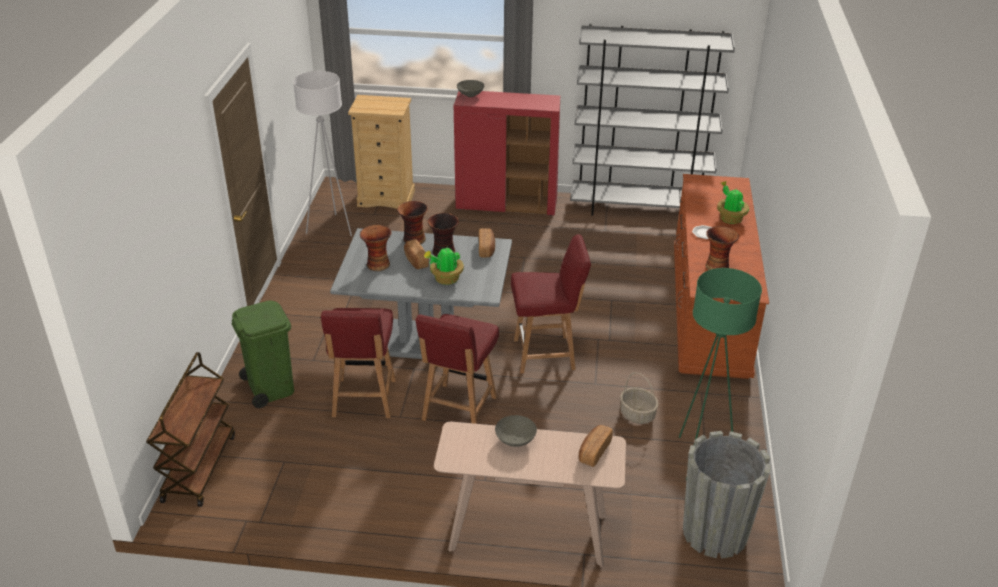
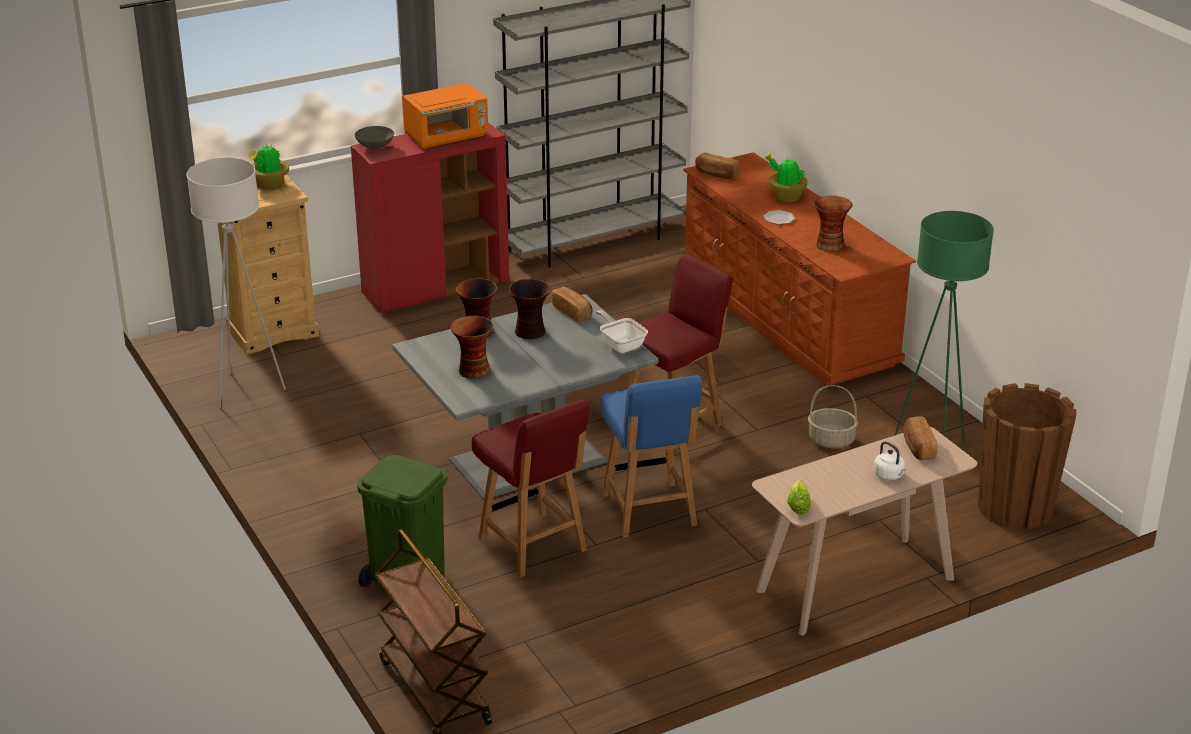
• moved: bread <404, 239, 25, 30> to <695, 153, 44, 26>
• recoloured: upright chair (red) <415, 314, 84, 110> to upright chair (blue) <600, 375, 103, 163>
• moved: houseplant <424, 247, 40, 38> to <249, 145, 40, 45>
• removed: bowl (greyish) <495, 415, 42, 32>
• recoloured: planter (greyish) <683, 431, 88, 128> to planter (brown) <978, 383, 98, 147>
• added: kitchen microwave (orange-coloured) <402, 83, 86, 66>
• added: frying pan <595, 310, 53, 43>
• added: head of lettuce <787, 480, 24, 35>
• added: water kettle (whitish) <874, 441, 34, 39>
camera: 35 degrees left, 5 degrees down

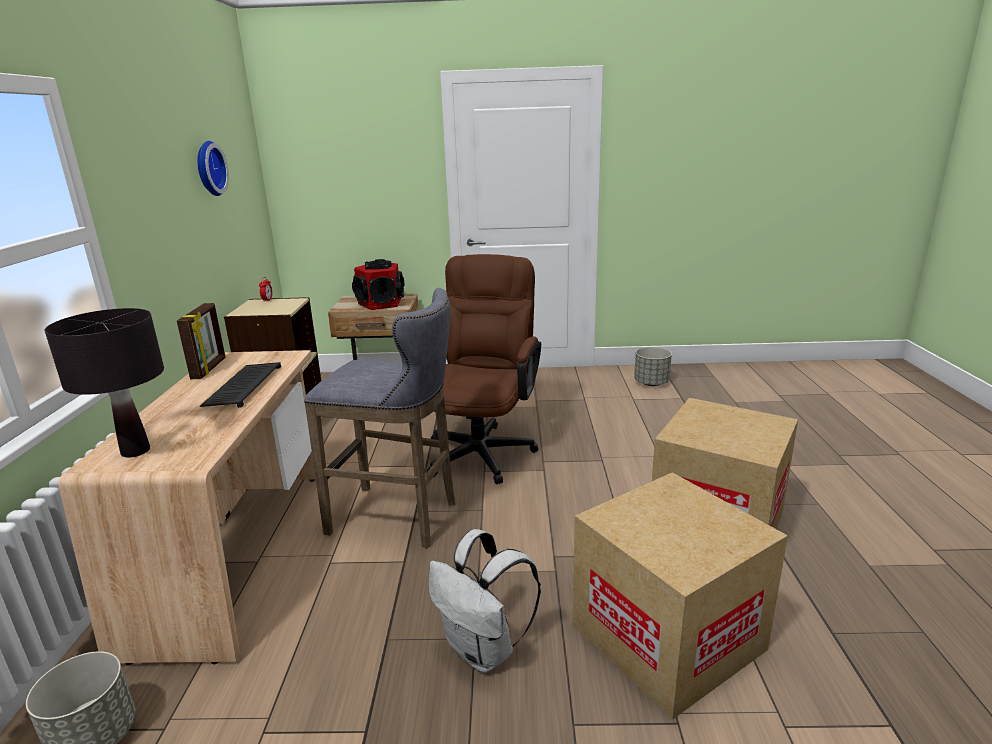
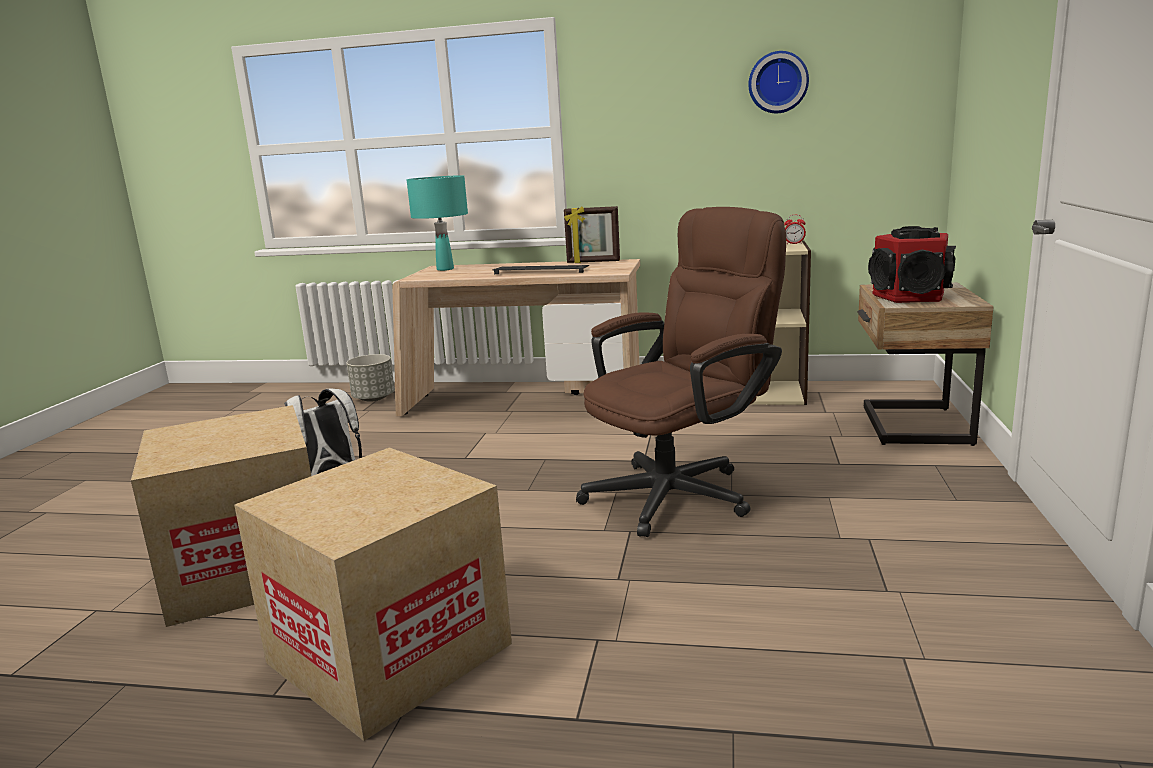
• recoloured: lamp for a table (black) <44, 308, 120, 150> to lamp for a table (blue-green) <407, 175, 61, 96>
• removed: stool seat (greyish) <305, 288, 150, 261>
• turned: desk chair (brown) <427, 254, 114, 230> = <576, 207, 210, 330> 60 degrees counterclockwise
• removed: planter (greyish) <634, 347, 38, 39>
camera: 100 degrees right, 5 degrees down

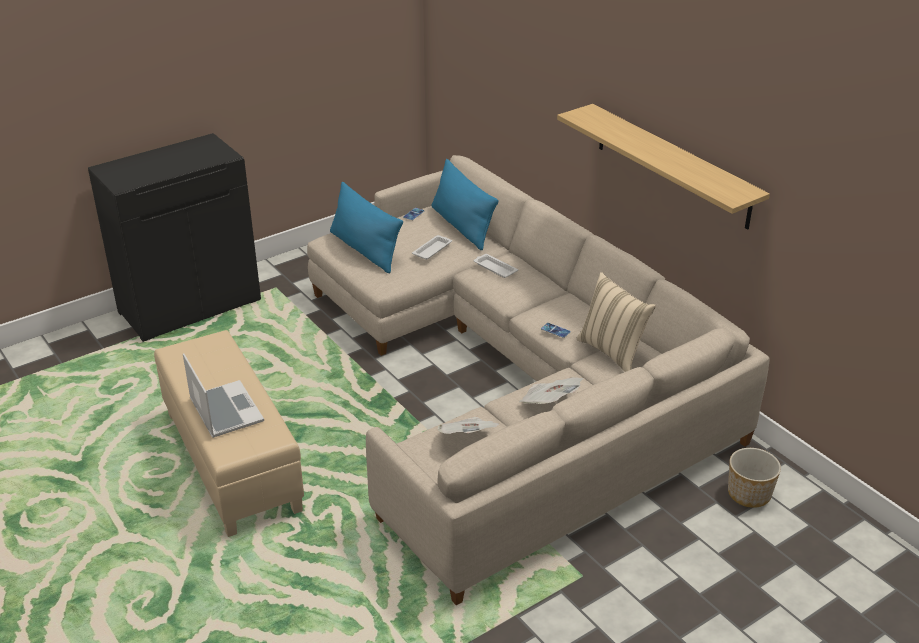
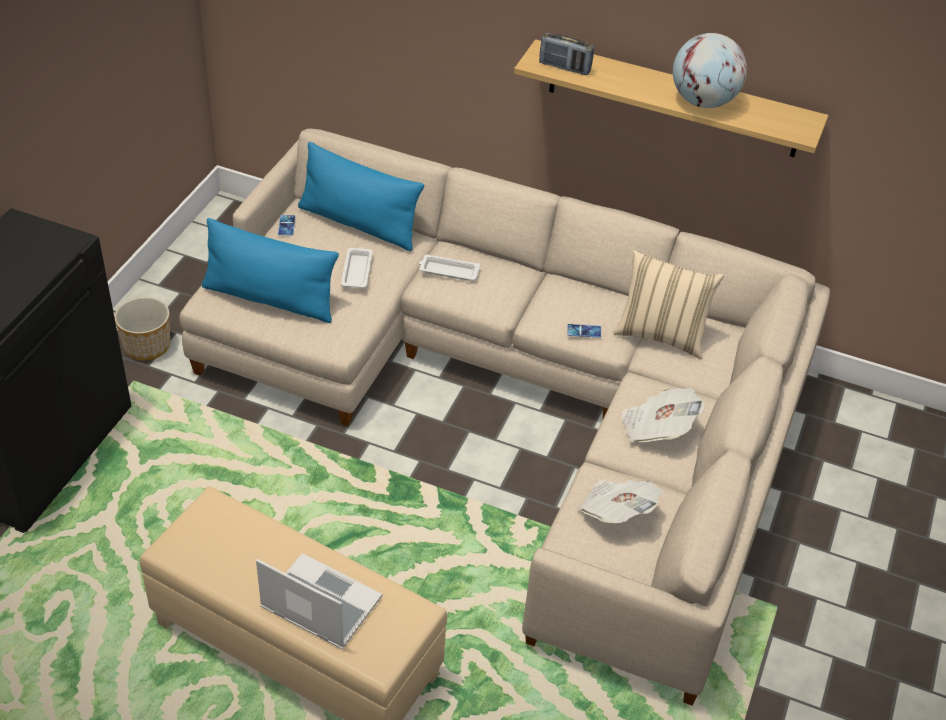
• moved: planter <728, 448, 53, 60> to <114, 297, 56, 64>
• added: radio receiver <539, 33, 55, 42>
• added: world globe <673, 33, 74, 75>
camera: 35 degrees left, 10 degrees up

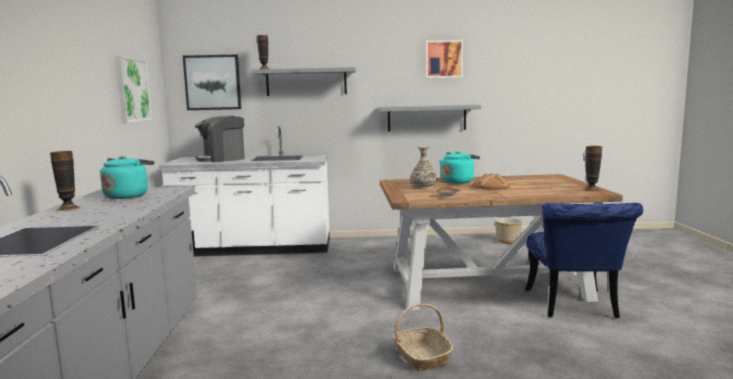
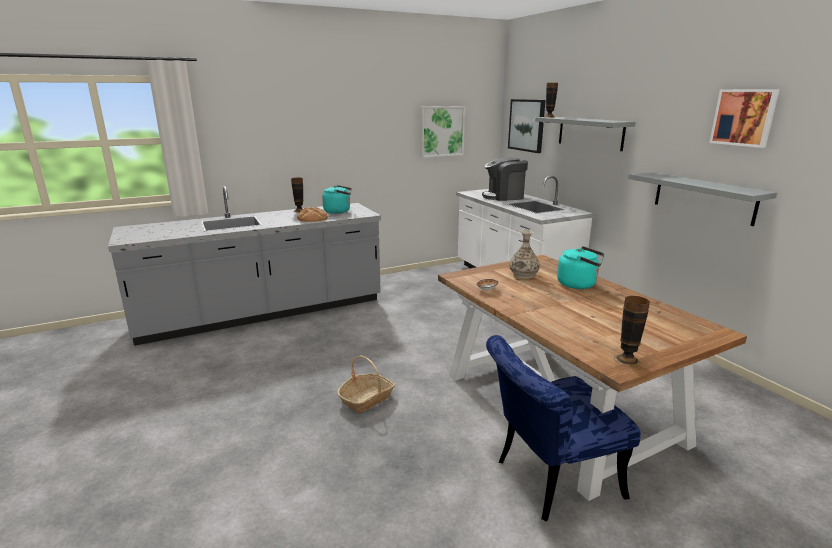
• turned: coffee brewer <195, 116, 50, 46> = <482, 158, 46, 43> 45 degrees counterclockwise
• moved: bread <473, 173, 37, 17> to <297, 207, 31, 15>
• removed: planter <495, 217, 27, 27>
camera: 65 degrees right, 10 degrees up

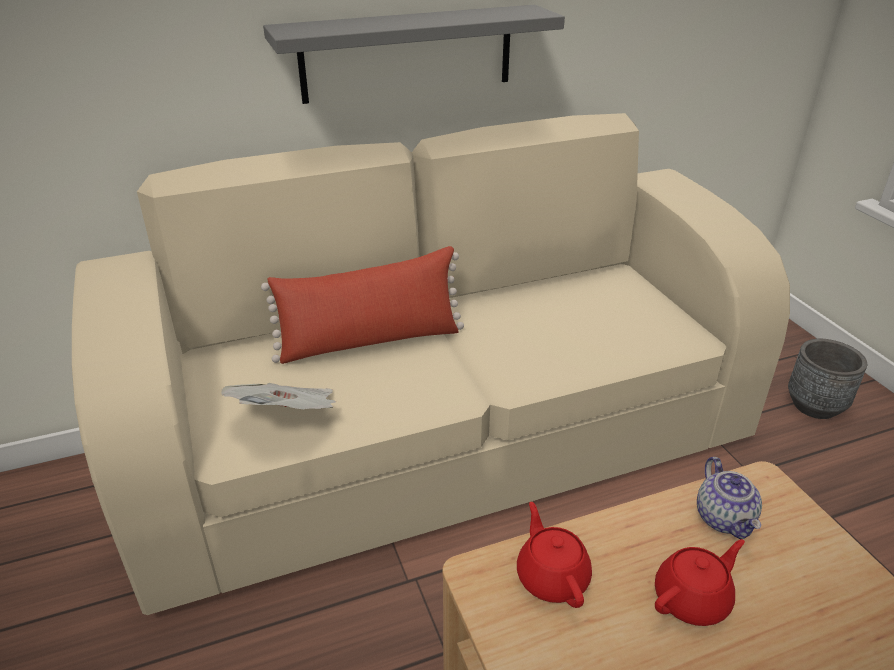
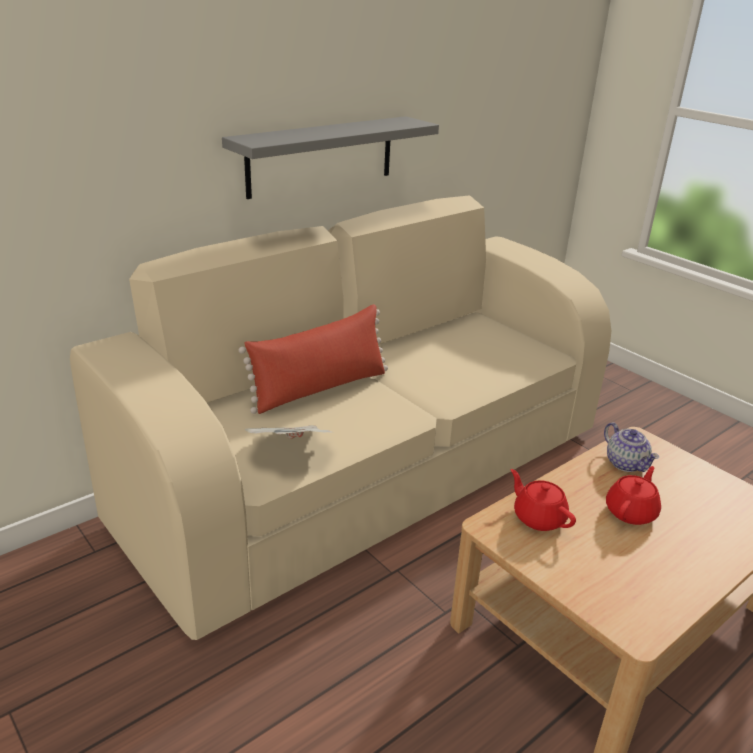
• removed: planter (greyish) <788, 339, 79, 80>
camera: 20 degrees left, 5 degrees down

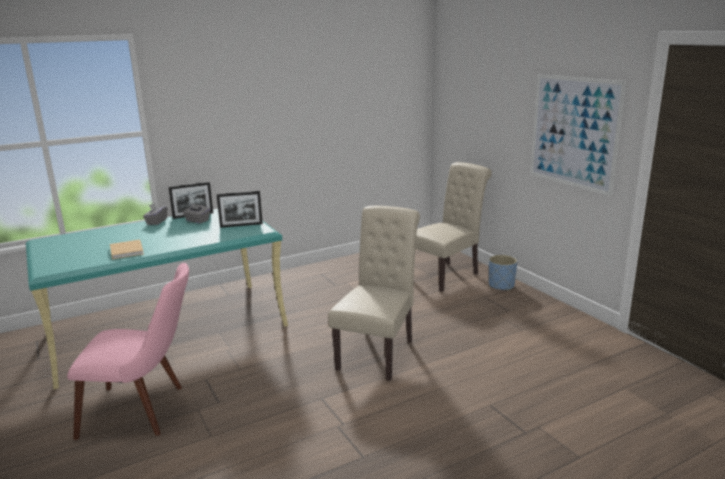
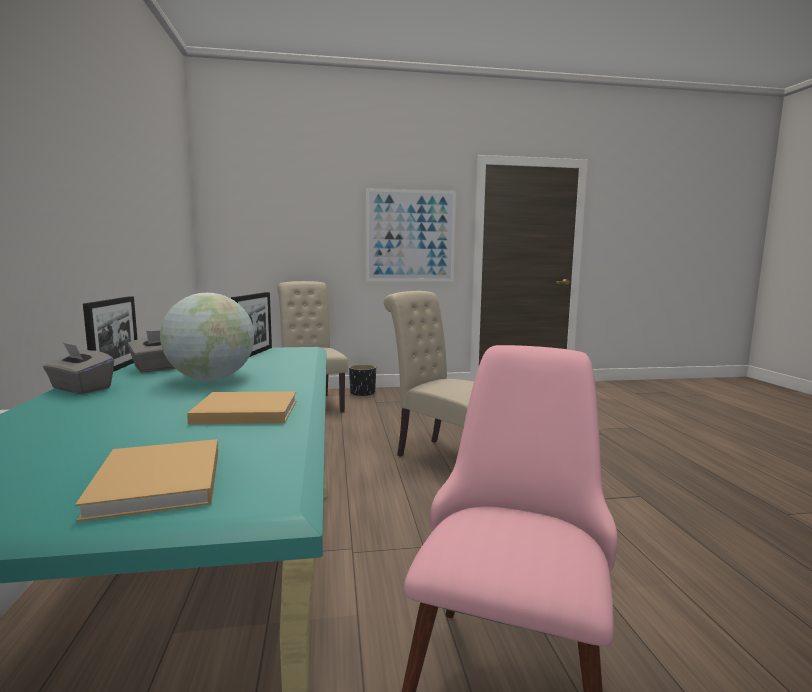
• recoloured: planter (blue) <489, 255, 28, 36> to planter (black) <349, 364, 27, 33>
• added: book (sand-coloured) <75, 439, 143, 83>
• added: world globe <160, 293, 94, 87>
camera: 70 degrees left, 10 degrees down

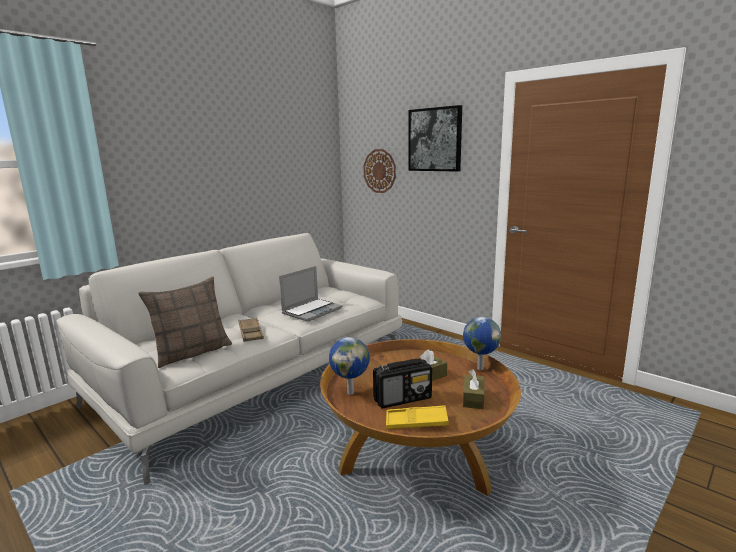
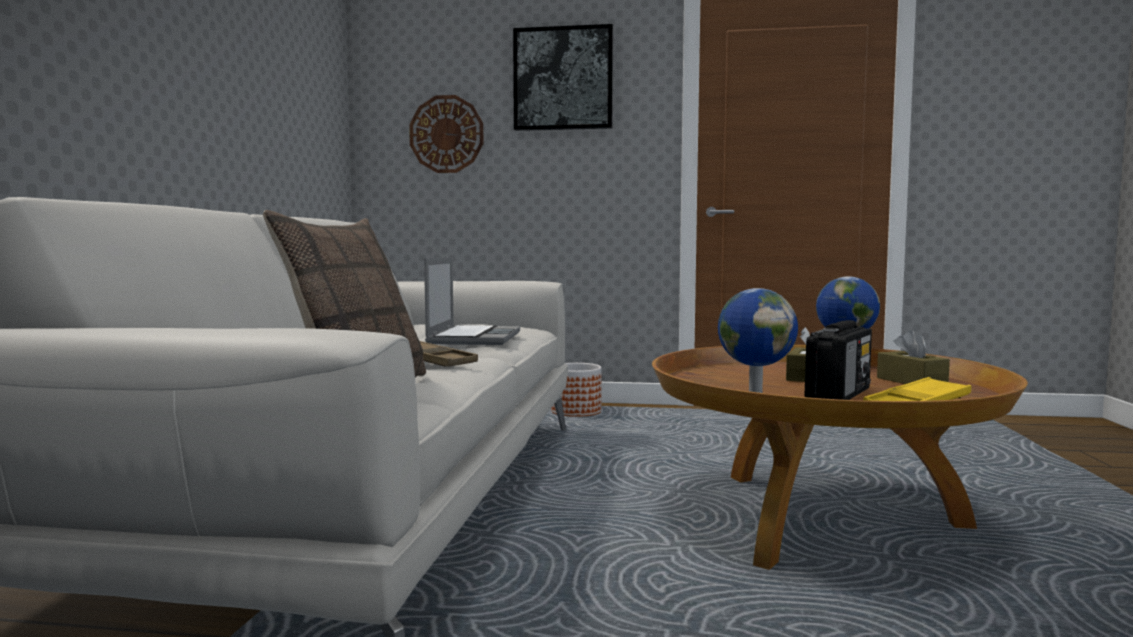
• added: planter <551, 363, 51, 54>
camera: 35 degrees left, 10 degrees down

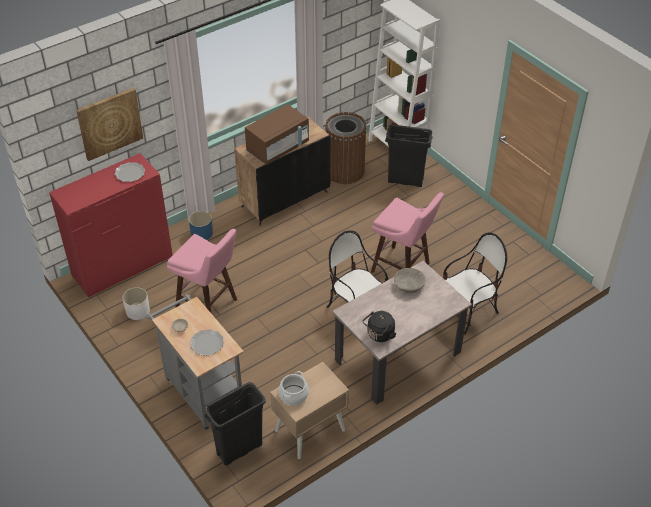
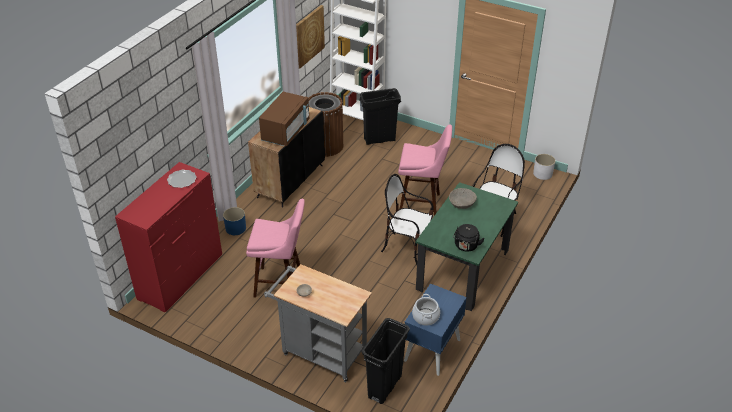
• moved: picture <76, 88, 67, 73> to <296, 5, 29, 64>
• moved: planter (whitish) <122, 287, 28, 33> to <533, 154, 22, 26>
• removed: flat dish <190, 329, 34, 27>
• recoloured: bedside table (sand-coloured) <270, 362, 79, 97> to bedside table (blue) <404, 283, 63, 93>
• recoloured: kitchen table (sand-coloured) <332, 261, 140, 144> to kitchen table (green-coloured) <416, 182, 102, 129>
camera: 25 degrees left, 5 degrees down

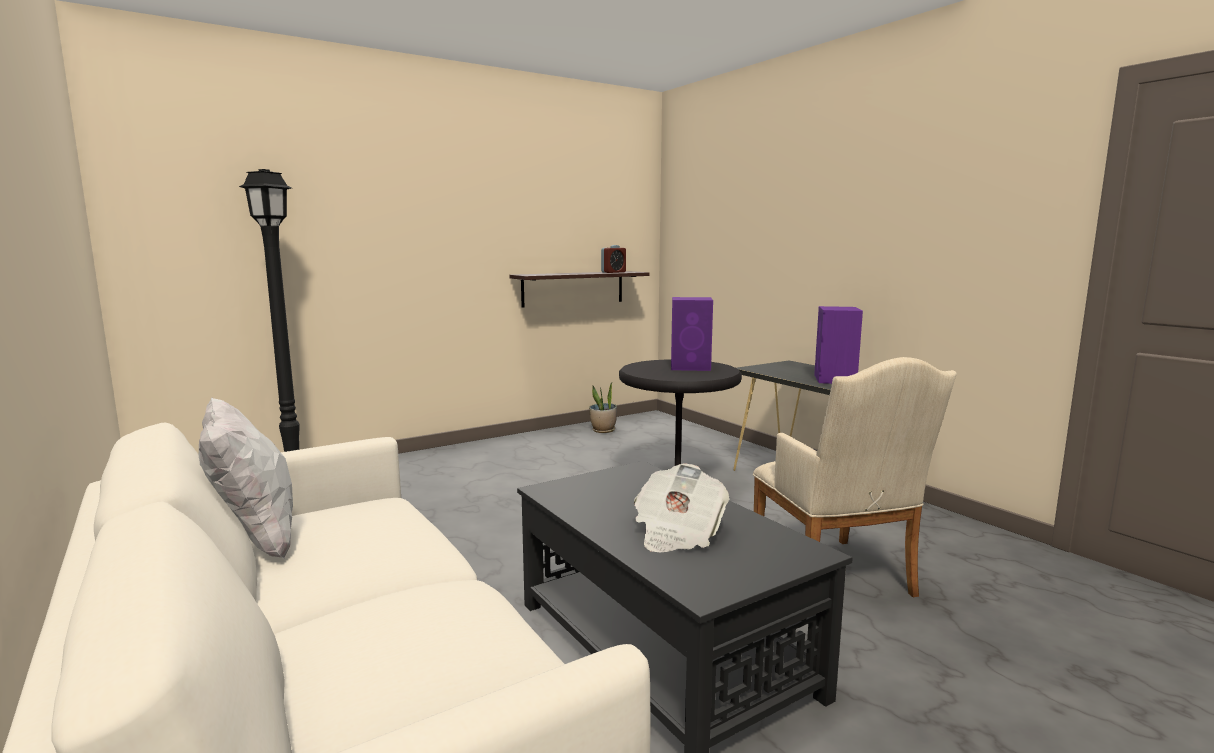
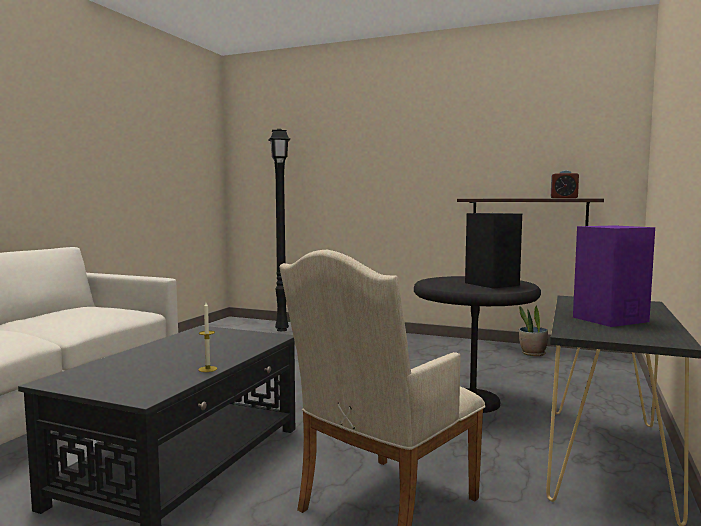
• removed: throw pillow (whitish) <199, 397, 94, 162>
• removed: printed paper <634, 464, 95, 89>
• recoloured: loudspeaker (purplish) <671, 297, 42, 74> to loudspeaker (black) <465, 213, 57, 76>
• added: wax candle <199, 302, 18, 70>
camera: 55 degrees right, 5 degrees down

